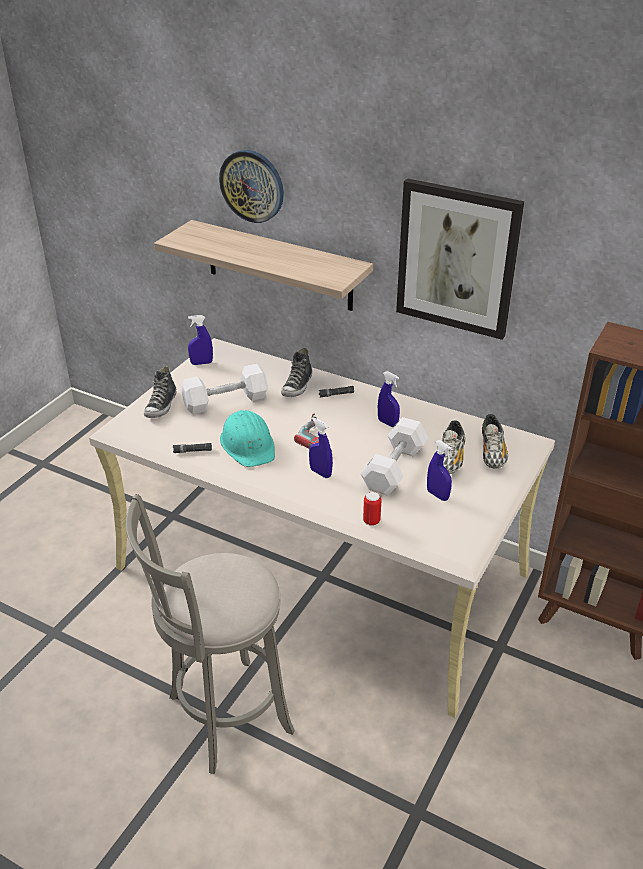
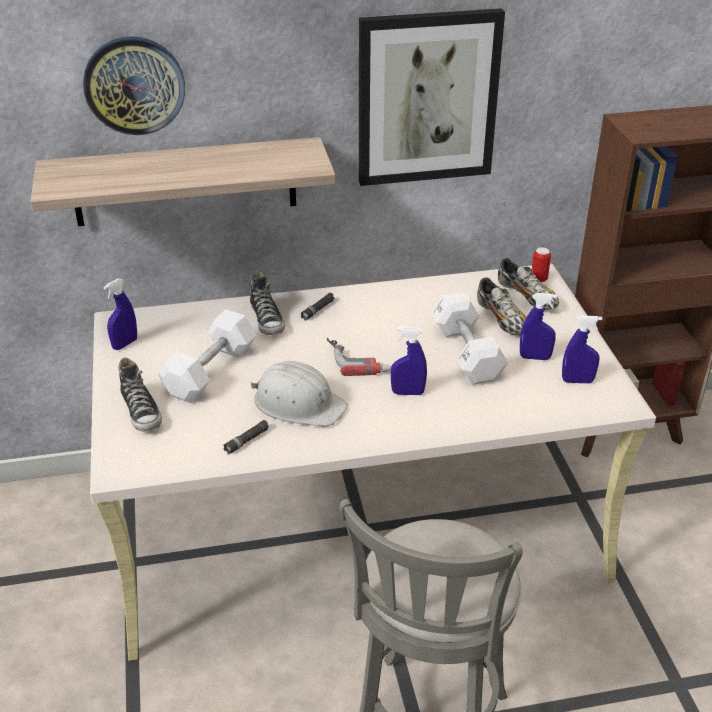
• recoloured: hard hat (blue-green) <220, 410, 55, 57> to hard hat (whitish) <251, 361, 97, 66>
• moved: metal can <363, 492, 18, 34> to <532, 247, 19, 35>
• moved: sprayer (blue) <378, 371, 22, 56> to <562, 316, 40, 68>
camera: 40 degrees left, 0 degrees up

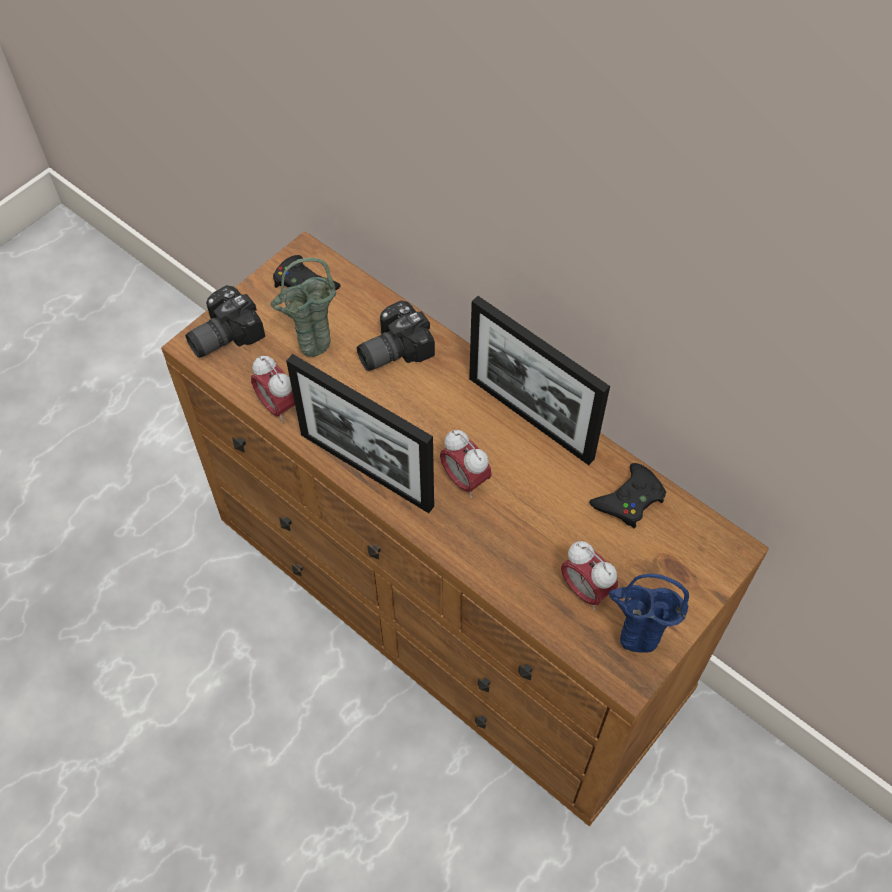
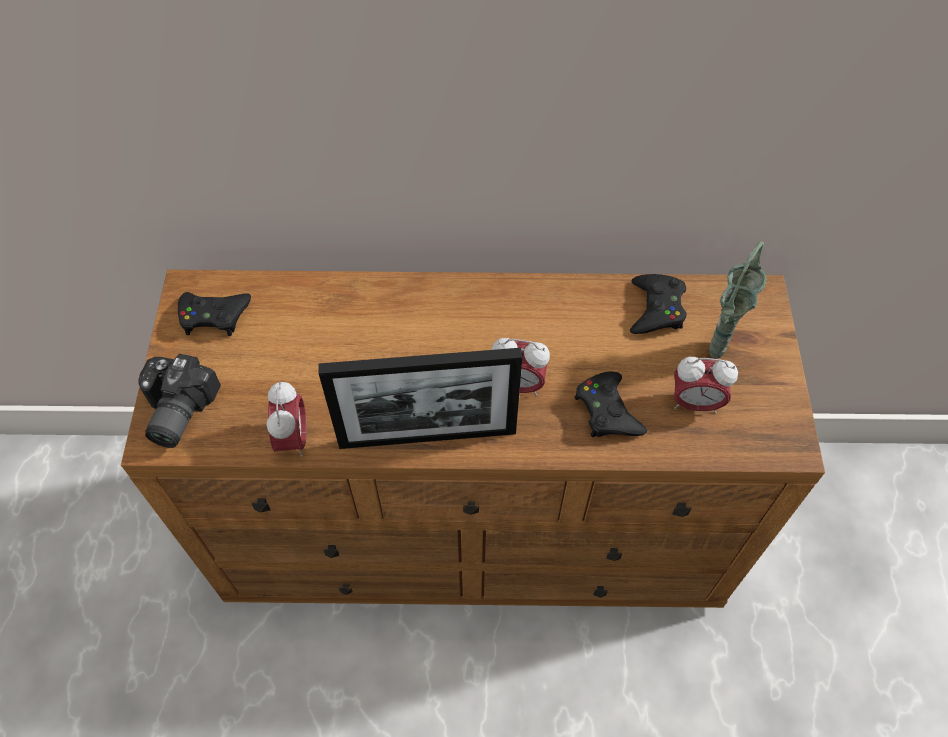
• turned: bedside clock <251, 356, 44, 67> = <267, 381, 40, 76> 105 degrees counterclockwise
• moved: decorative vase (green-coloured) <270, 258, 66, 99> to <709, 241, 58, 117>
• removed: photo camera <357, 300, 78, 71>
• removed: standing frame <469, 296, 141, 169>
• removed: decorative vase (blue) <609, 574, 80, 79>
• added: joypad (black) <574, 371, 73, 66>
camera: 40 degrees left, 0 degrees up

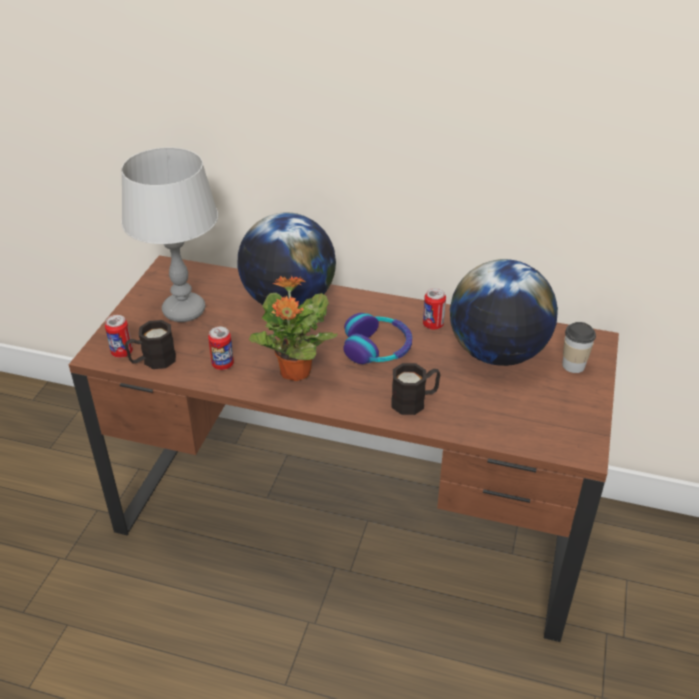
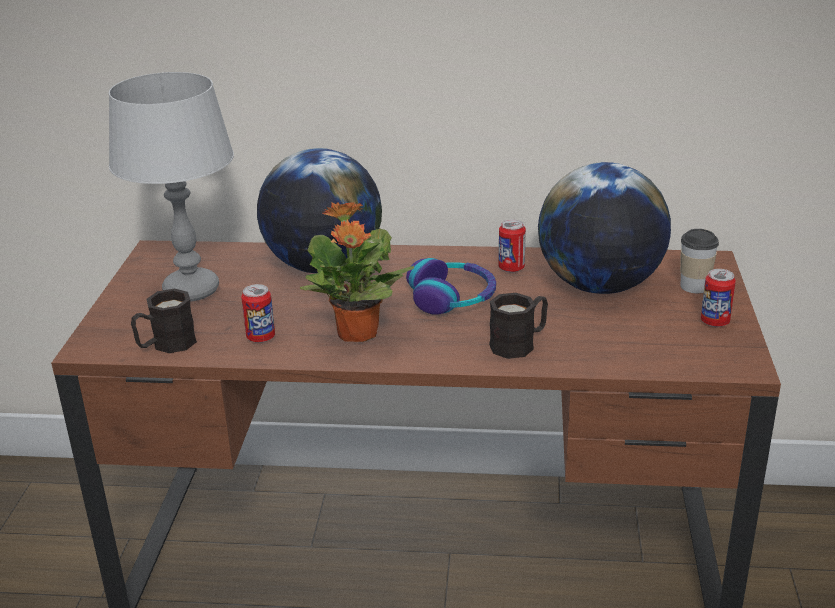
• moved: metal can <105, 315, 28, 43> to <701, 269, 35, 58>
camera: 10 degrees left, 10 degrees down

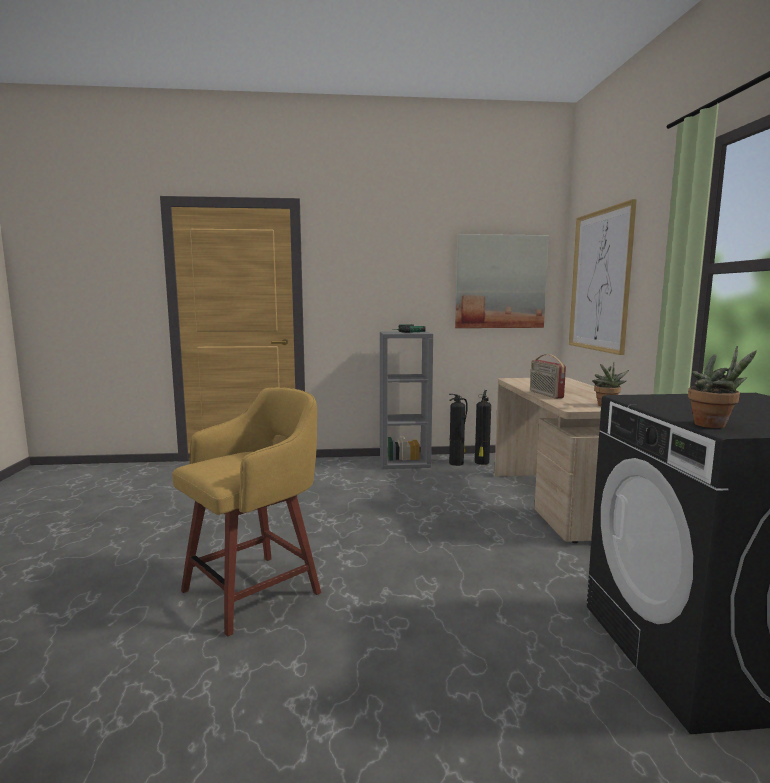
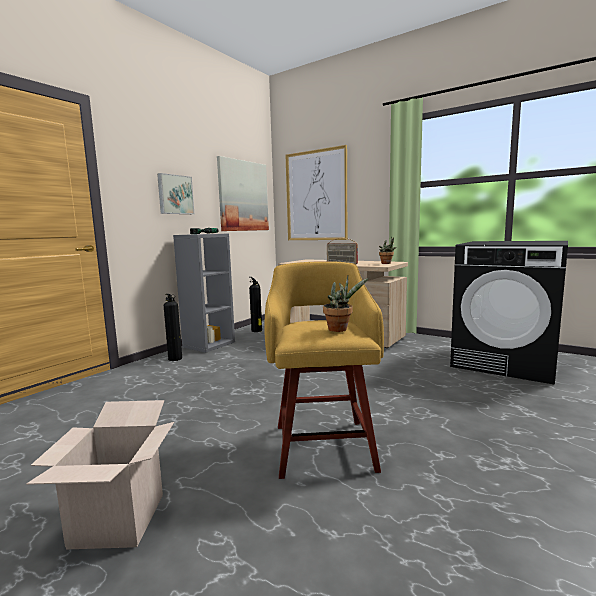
• moved: fire-fighting cylinder <449, 394, 19, 72> to <164, 294, 18, 67>
• moved: houseplant <688, 346, 69, 82> to <323, 275, 46, 57>
• added: cardboard box <26, 400, 148, 150>
• added: picture <157, 173, 37, 41>
camera: 50 degrees left, 0 degrees up

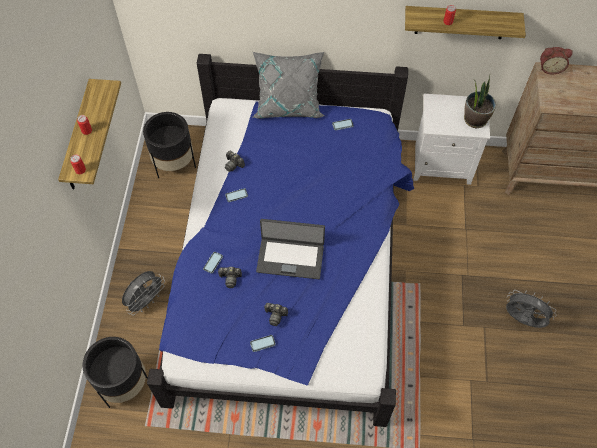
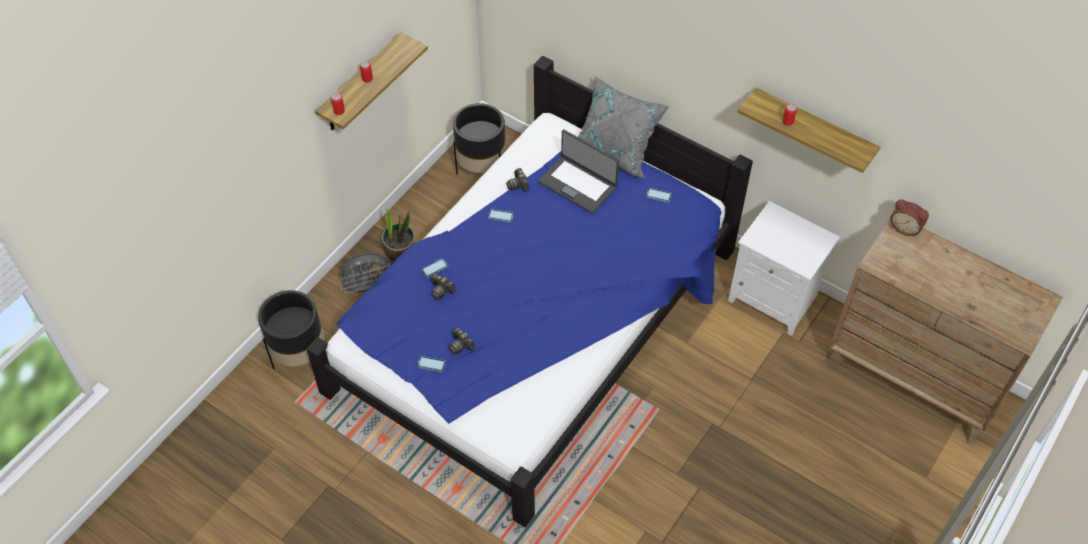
• moved: notebook computer <256, 219, 69, 60> to <538, 129, 81, 85>
• moved: houseplant <464, 75, 32, 53> to <382, 207, 33, 56>
• removed: fan (greyish) <506, 290, 50, 38>
camera: 30 degrees right, 5 degrees down

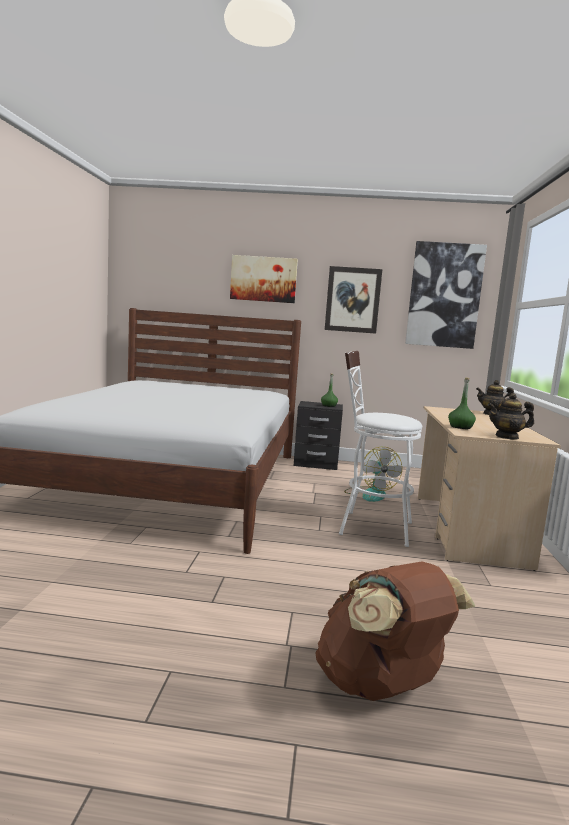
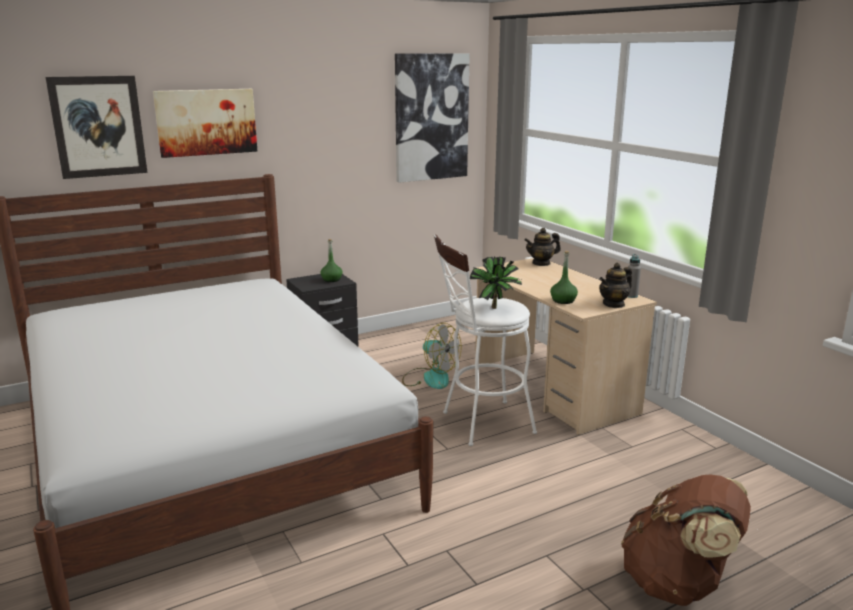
• moved: picture <325, 266, 57, 68> to <45, 76, 103, 103>
• added: houseplant <470, 256, 52, 53>
• added: drink bottle (greyish) <626, 254, 15, 44>
camera: 35 degrees left, 10 degrees up

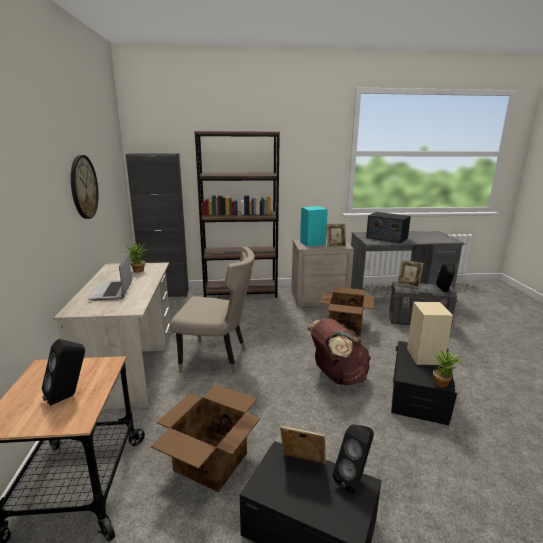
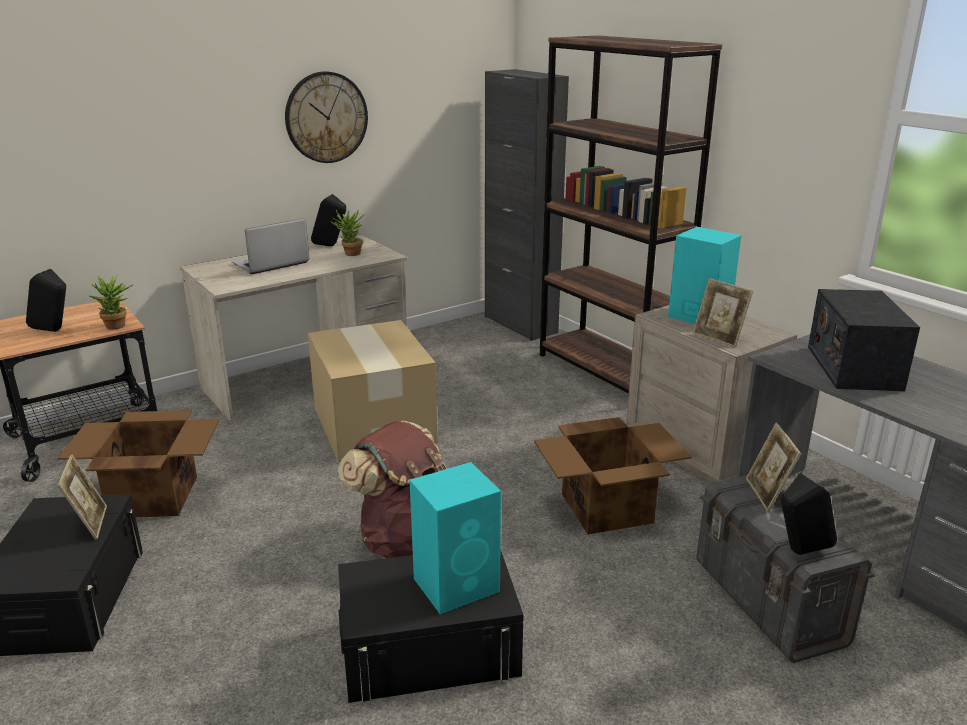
• replaced: upright chair (sand-coloured) <170, 247, 85, 126> to cardboard box <308, 320, 130, 142>
• moved: loudspeaker (black) <333, 424, 41, 69> to <311, 194, 35, 52>
• recoloured: loudspeaker (sand-coloured) <407, 302, 46, 63> to loudspeaker (blue-green) <410, 462, 91, 152>
• moved: houseplant <433, 349, 30, 39> to <90, 274, 43, 56>
camera: 60 degrees right, 5 degrees up

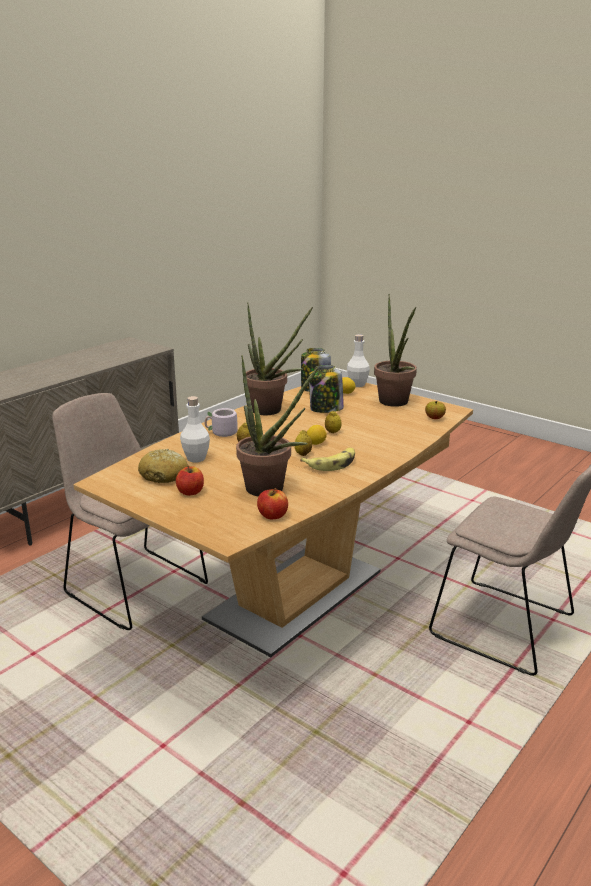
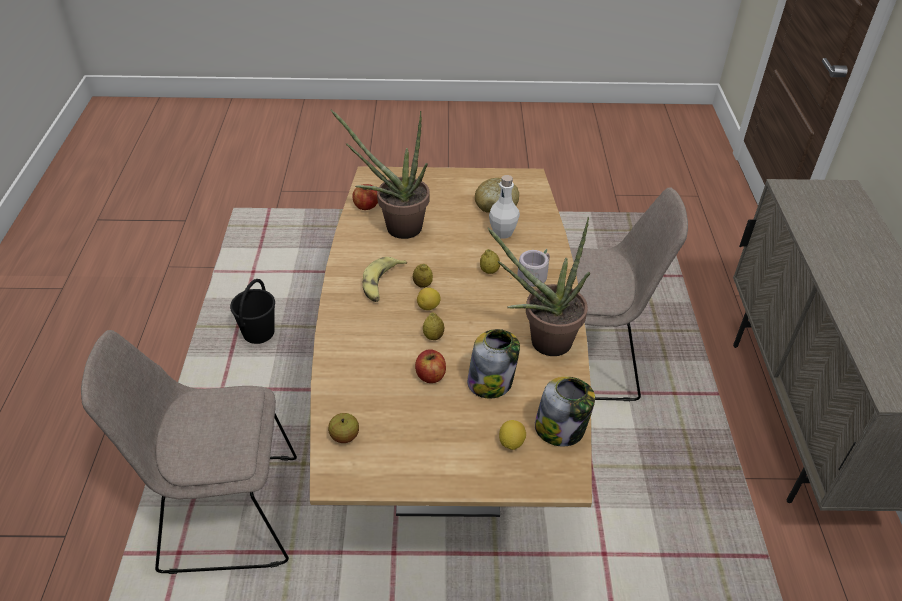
• moved: whole apple <176, 465, 28, 31> to <415, 349, 31, 34>
• removed: drink bottle (whitish) <347, 334, 23, 53>
• removed: houseplant <374, 294, 43, 113>
• added: pail (black) <230, 279, 45, 65>
camera: 140 degrees right, 20 degrees up

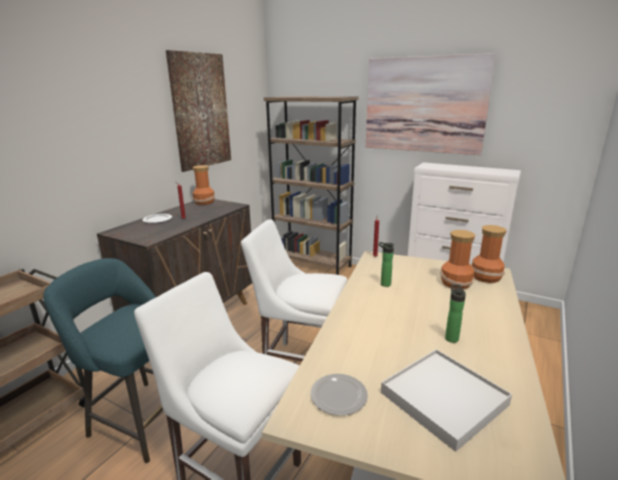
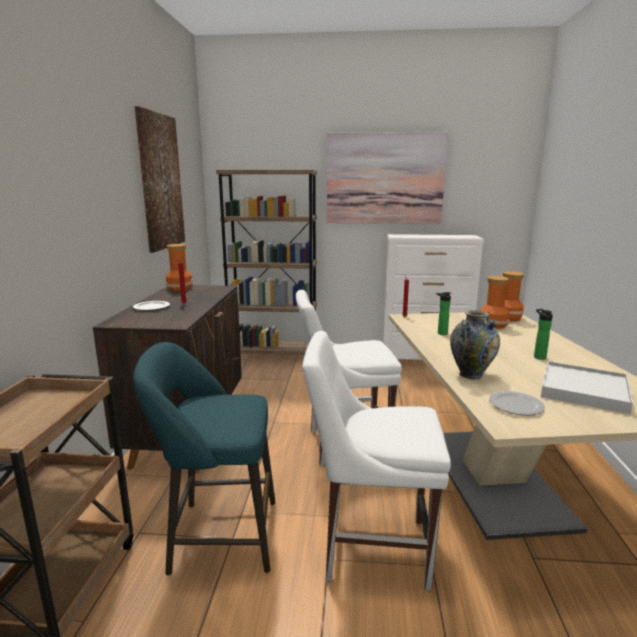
• added: decorative vase <450, 310, 50, 69>
camera: 25 degrees left, 5 degrees down

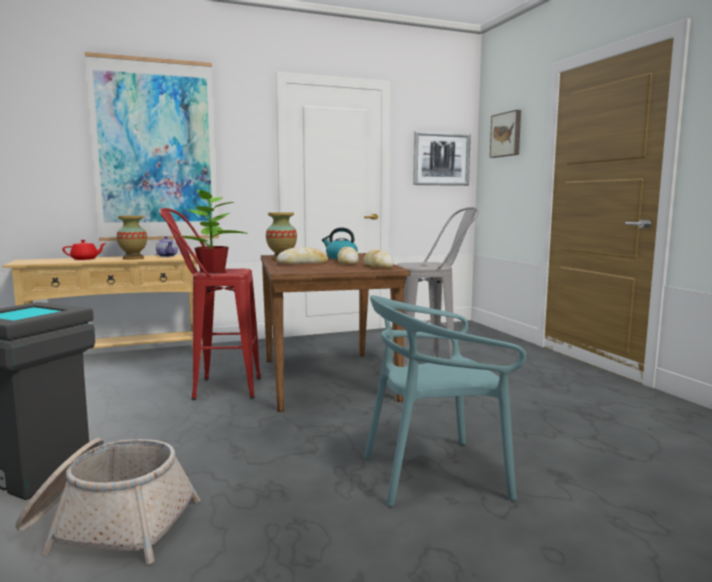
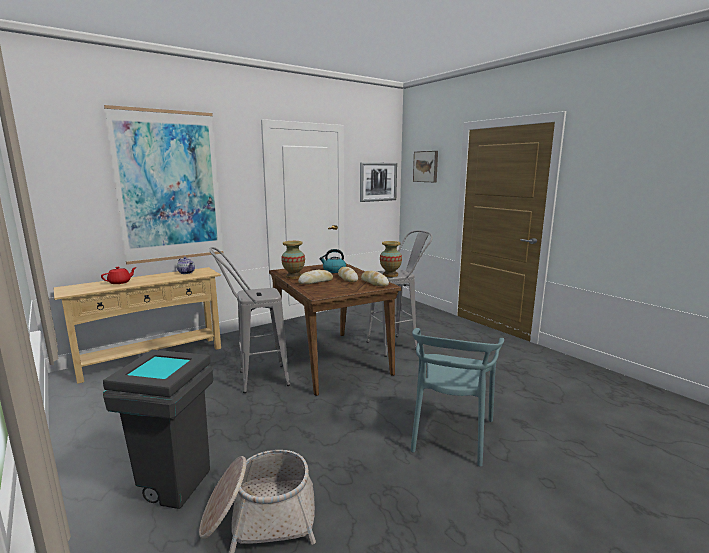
• moved: decorative vase <117, 216, 30, 44> to <380, 241, 22, 36>
• recoloured: stool seat (red) <159, 208, 102, 192> to stool seat (greyish) <210, 247, 80, 146>
• removed: houseplant <177, 190, 72, 83>
• turned: upright chair (blue-green) <364, 295, 162, 211> = <411, 328, 93, 138> 45 degrees counterclockwise
camera: 15 degrees left, 5 degrees up

